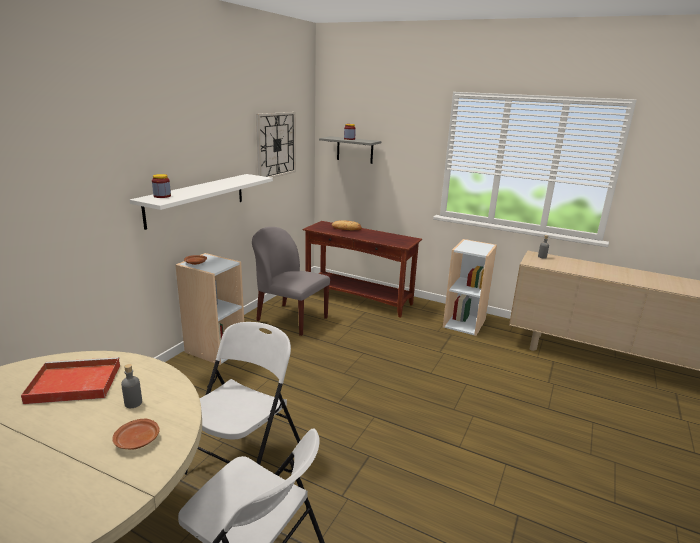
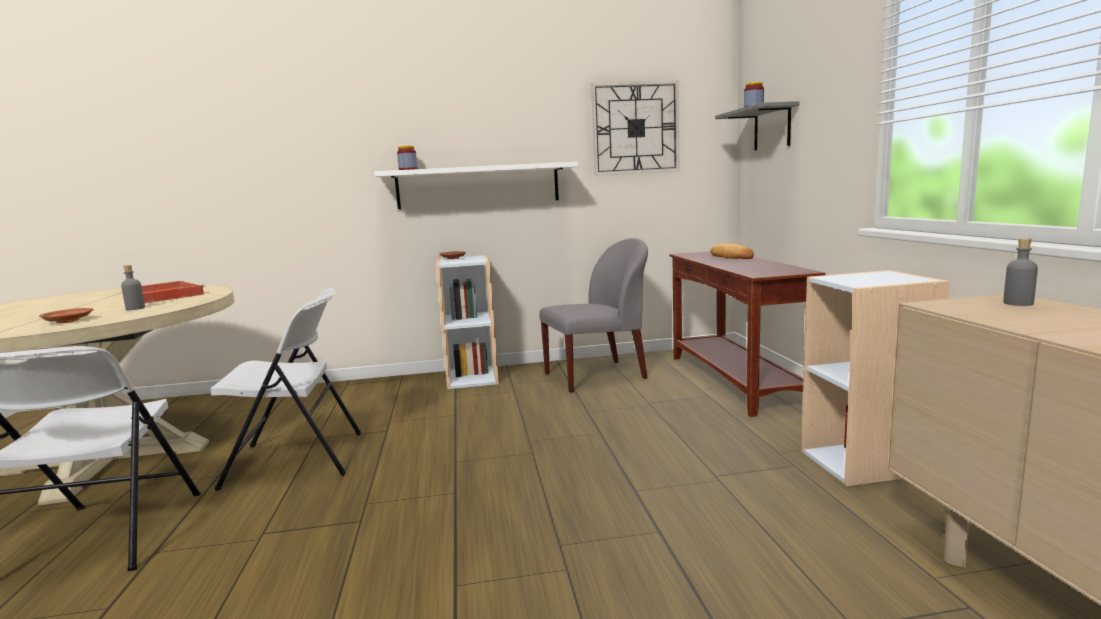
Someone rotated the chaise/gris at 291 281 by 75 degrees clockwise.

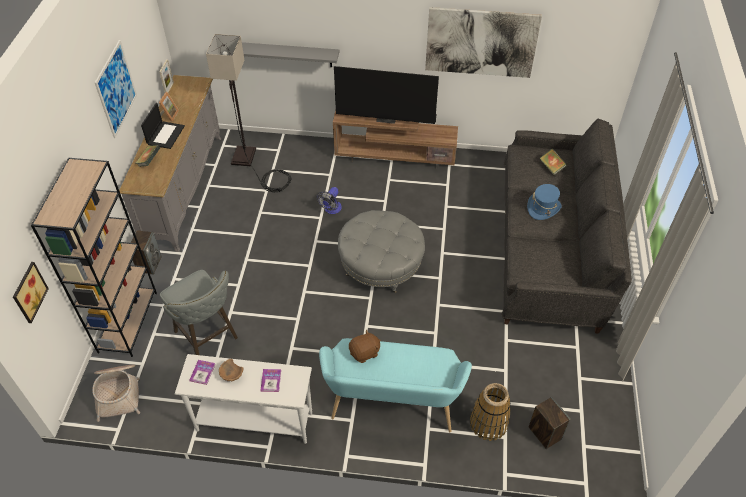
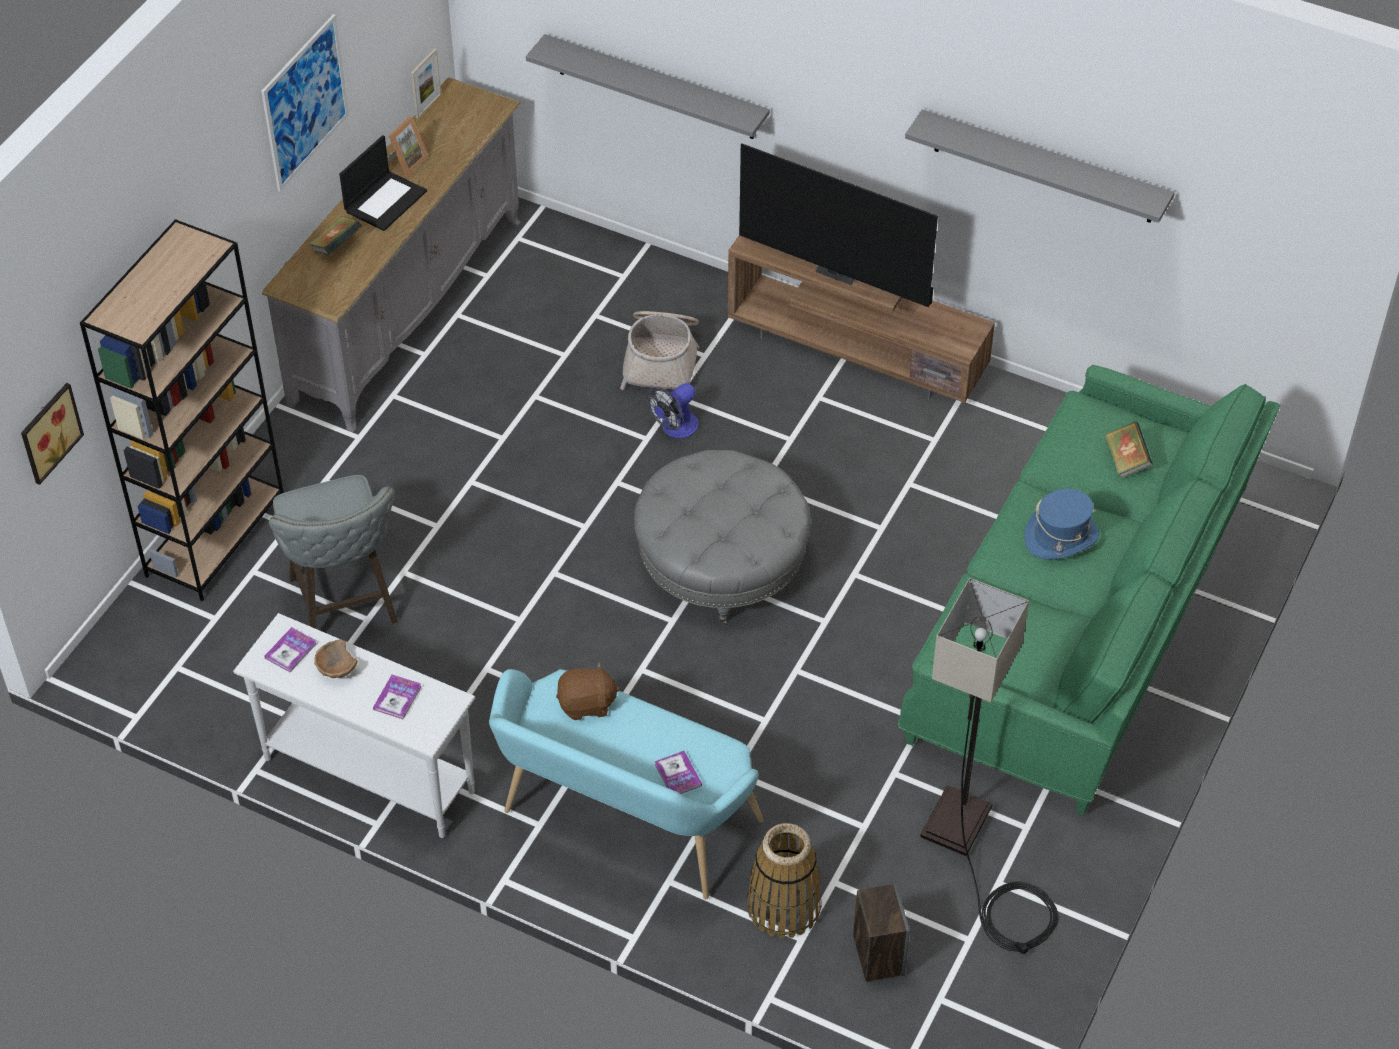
Someone swapped the tableau at 483 42 for the étagère/gris at 1040 166.
Someone carried the lampadaire from 249 113 to 989 766.
Someone repainted the canapé/gris at 567 226, which became the canapé/vert at 1089 590.
Someone took away the enceinte at 146 252.
Someone carried the panier from 116 393 to 659 350.
Someone put down the livre at 678 772.

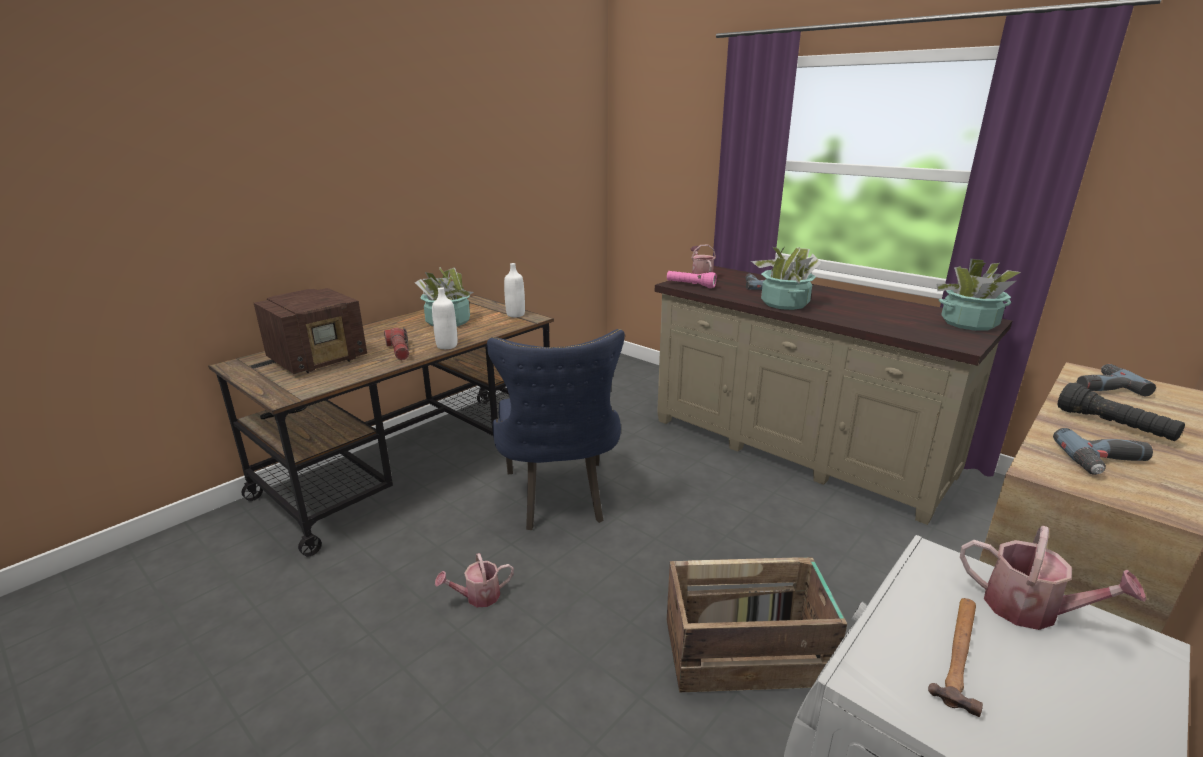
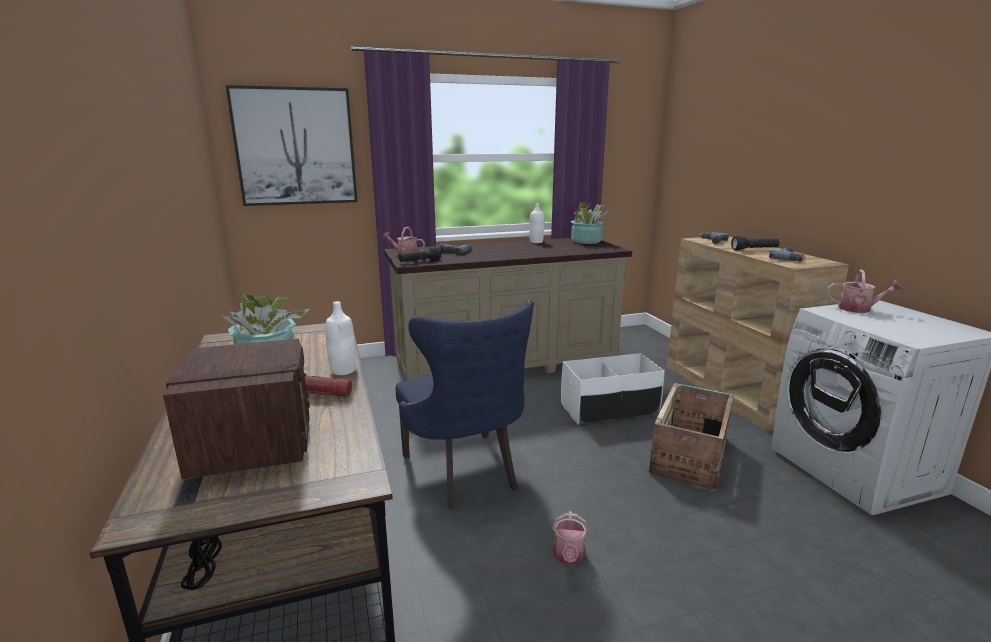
Someone took away the plante en pot at 786 278.
Someone carried the bouteille/blanc from 514 290 to 536 223.
Someone repainted the lampe de poche/rose at 692 279, which became the lampe de poche/noir at 420 254.
Someone rotated the chaise/bleu at 556 429 by 45 degrees clockwise.
Someone rotated the arrosoir at 1053 578 by 45 degrees clockwise.
Someone took away the marteau at 955 657.
Someone put up the tableau at 291 145.
Someone put down the boîte de rangement/blanc at 613 389.

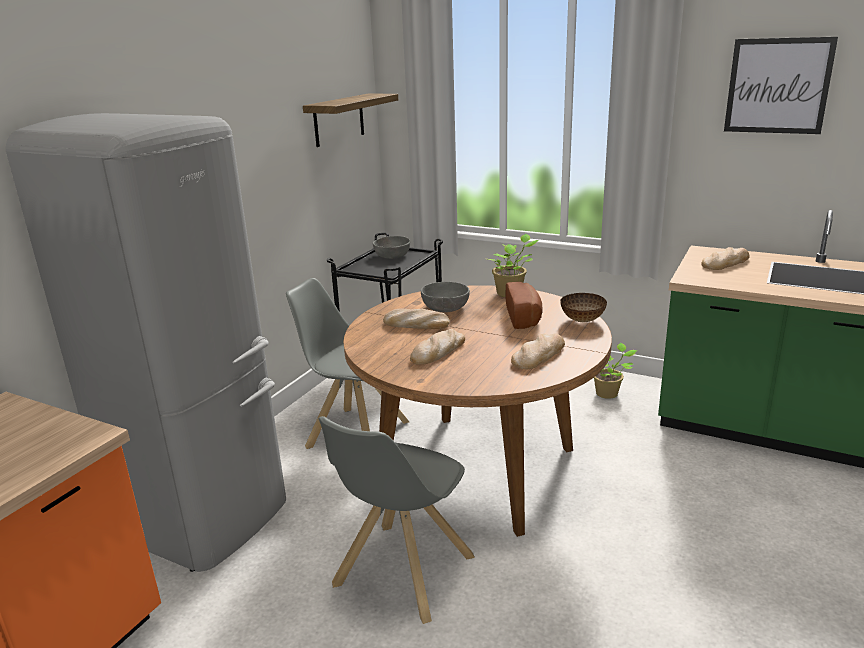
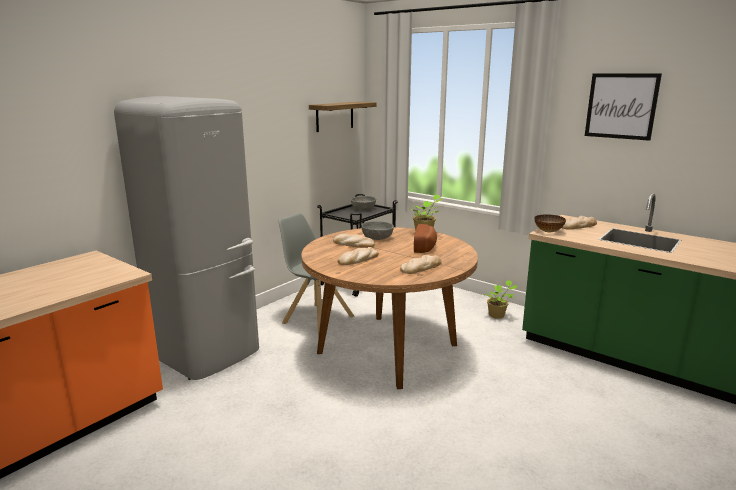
Someone carried the bol from 583 307 to 550 223.
Someone took away the chaise/gris at 397 520.

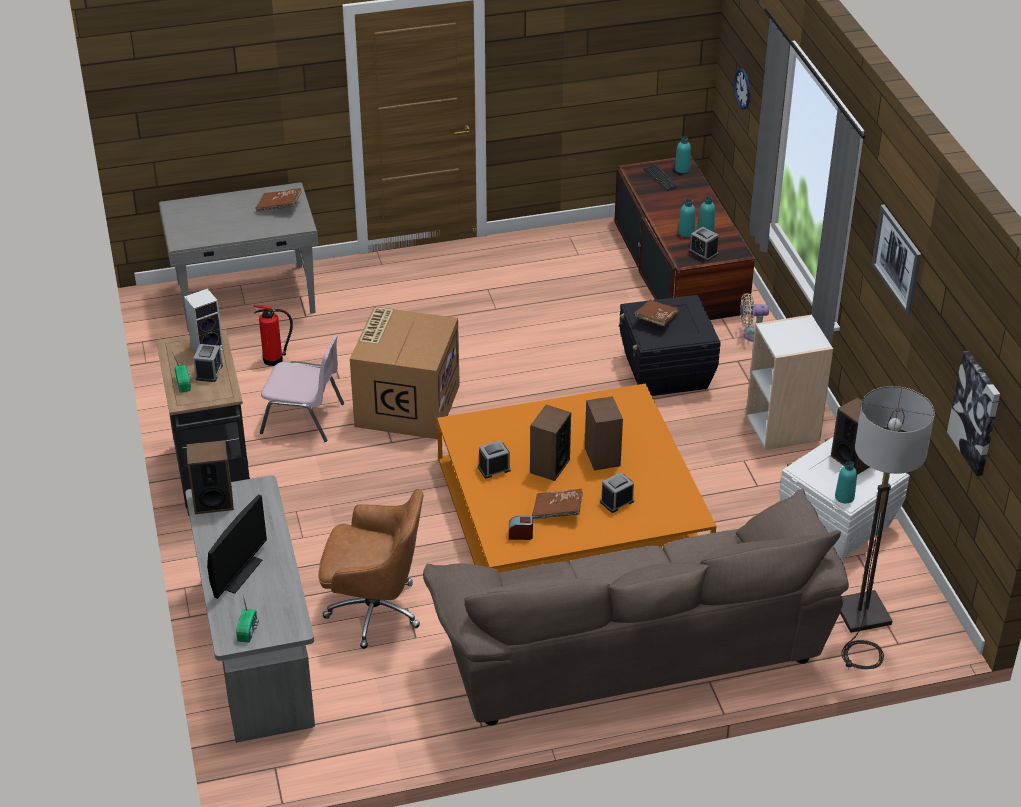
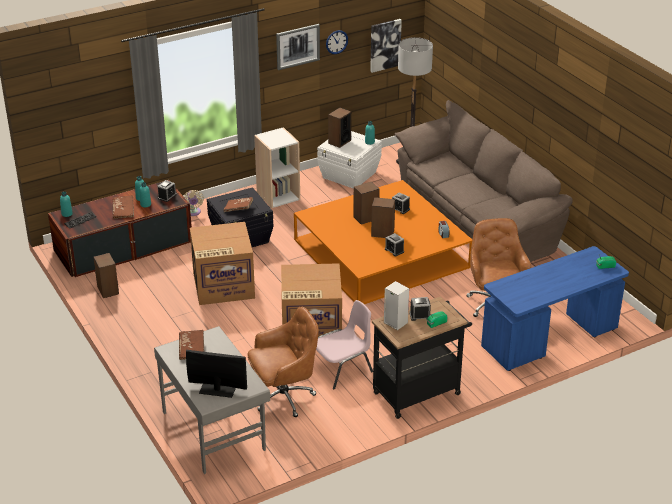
Someone carried the horloge murale from 742 89 to 337 42.
Someone swapped the extincteur at 273 335 for the chaise de bureau/marron at 283 361.
Someone rotated the chaise/rose at 302 388 by 60 degrees clockwise.
Someone carried the enceinte from 210 477 to 106 275.
Someone repainted the bureau/gris at 250 609, which became the bureau/bleu at 555 308.
Someone carried the livre/marron from 557 504 to 123 207.
Someone carried the écran d'ordinateur from 237 547 to 216 374.
Someone put down the carton at 222 263.

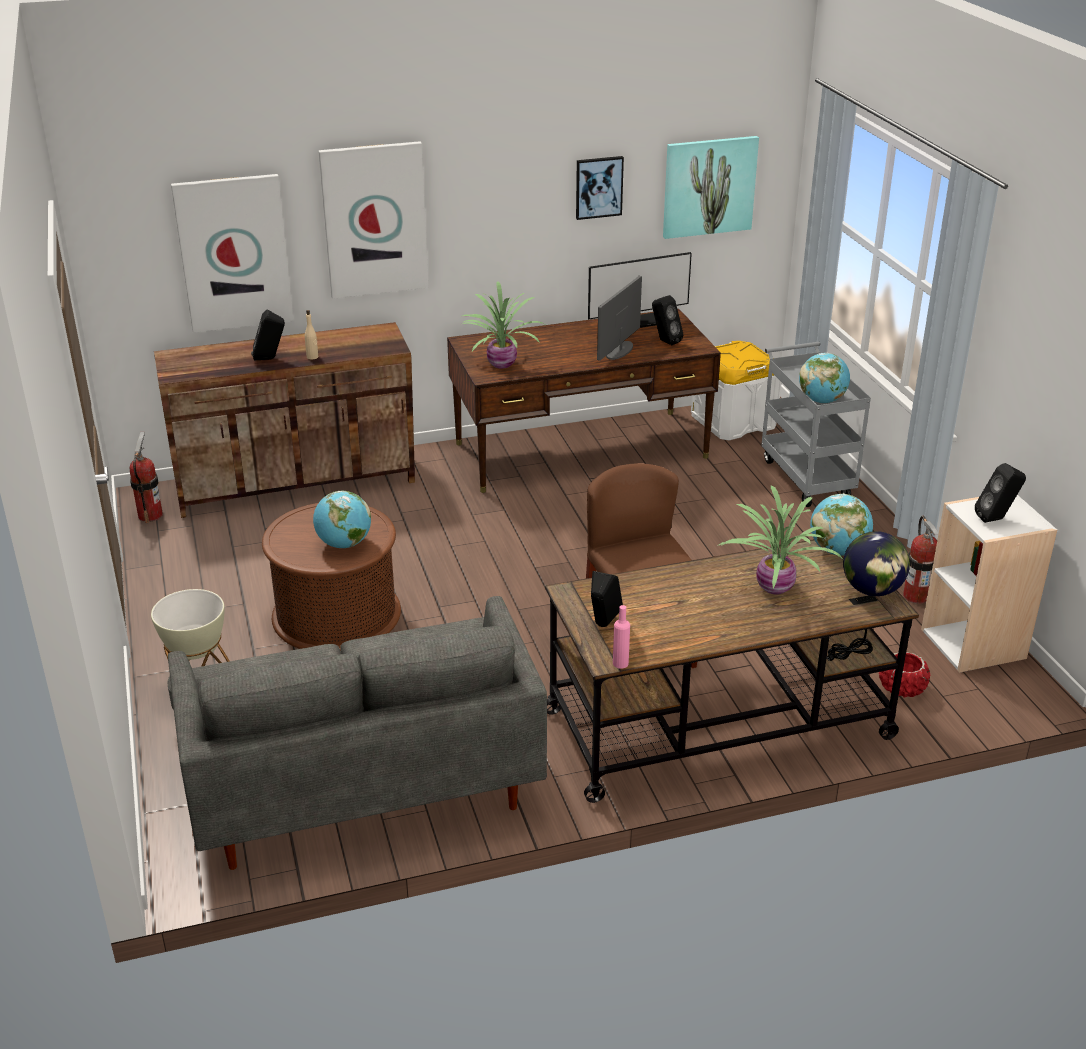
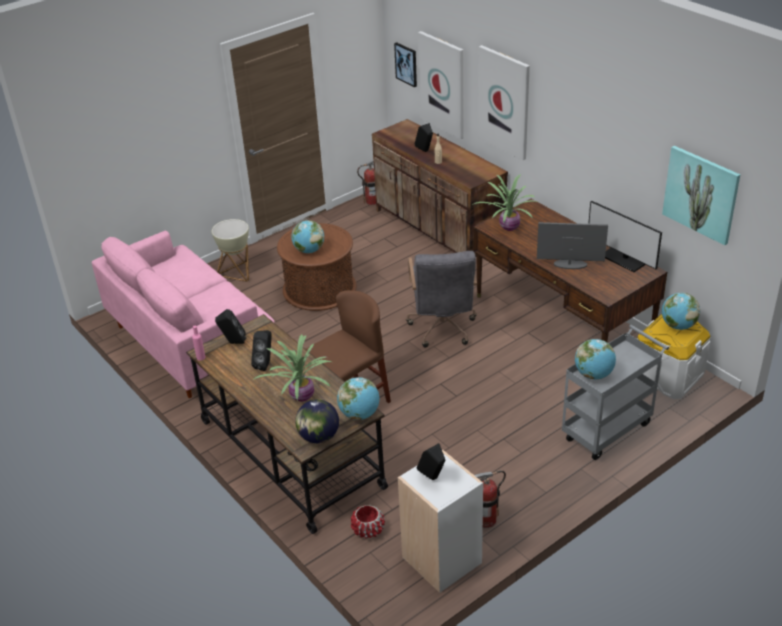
Someone carried the tableau from 600 188 to 405 64.
Someone carried the enceinte/noir from 667 320 to 261 350.
Someone repainted the canapé/gris at 357 733, which became the canapé/rose at 183 314.
Someone put down the chaise de bureau/gris at 441 299.
Someone put down the globe at 681 311.

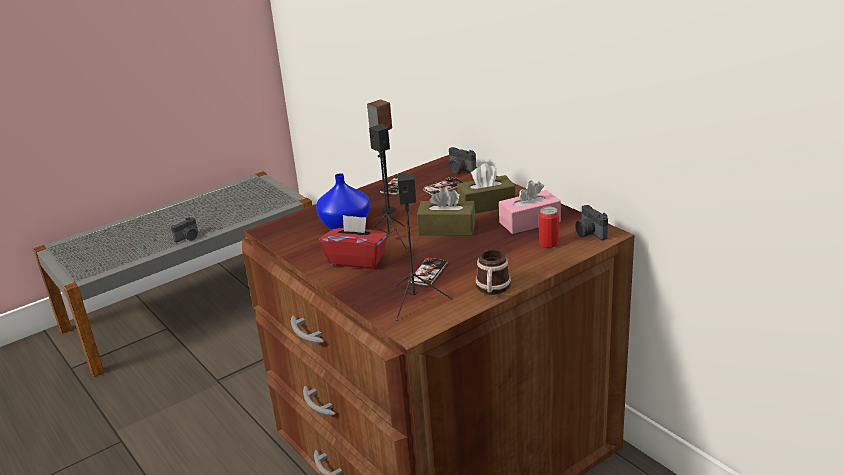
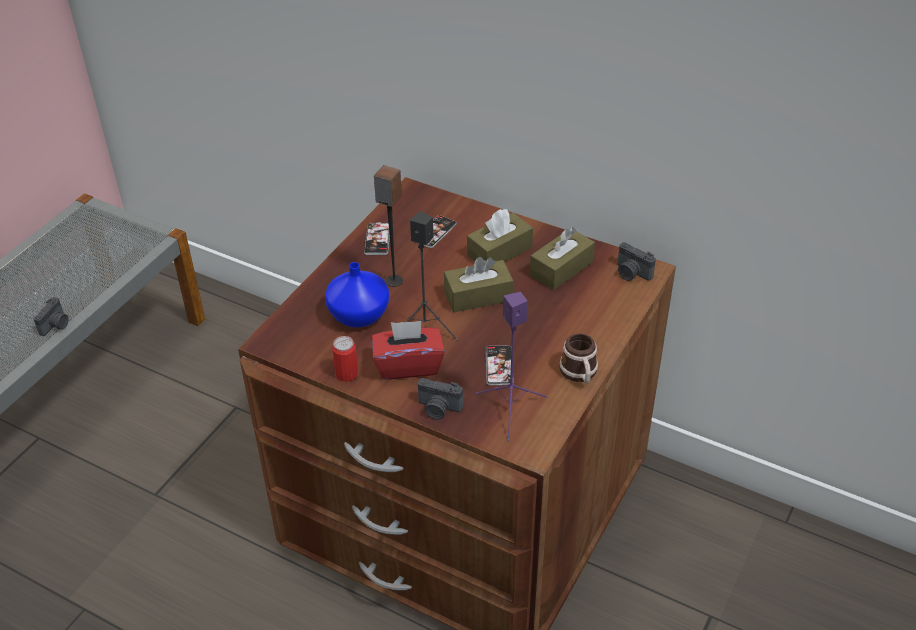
Someone carried the appareil photo from 462 160 to 440 399.
Someone repainted the enceinte/noir at 423 247, which became the enceinte/violet at 511 367.
Someone repainted the boîte à mouchoirs/rose at 530 207, which became the boîte à mouchoirs/marron at 562 258.
Someone carried the boîte métallique from 549 227 to 345 358.

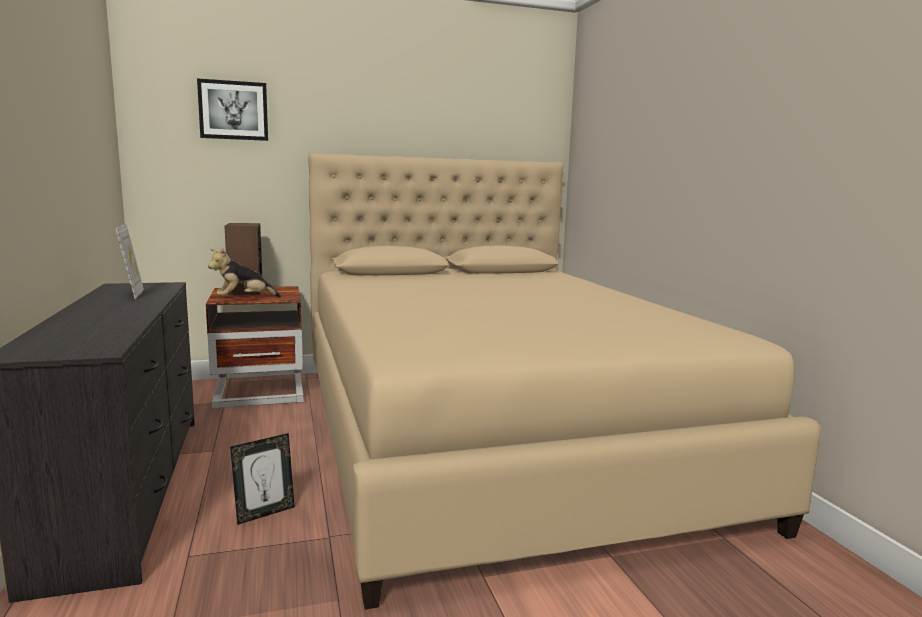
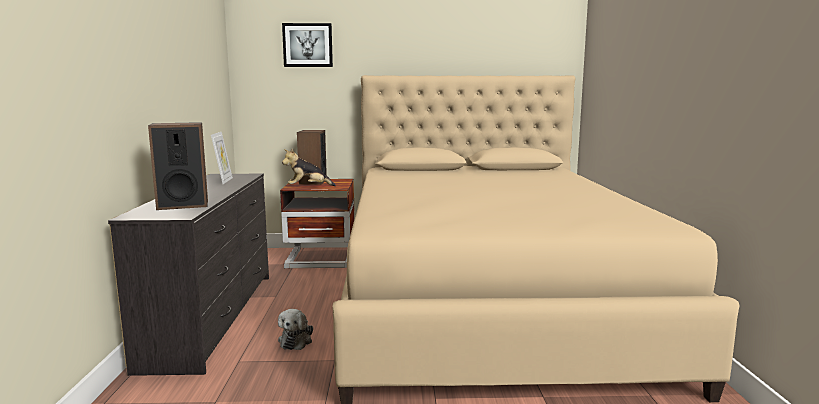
Someone swapped the cadre photo at 262 479 for the peluche at 295 329.
Someone put down the enceinte at 178 166.

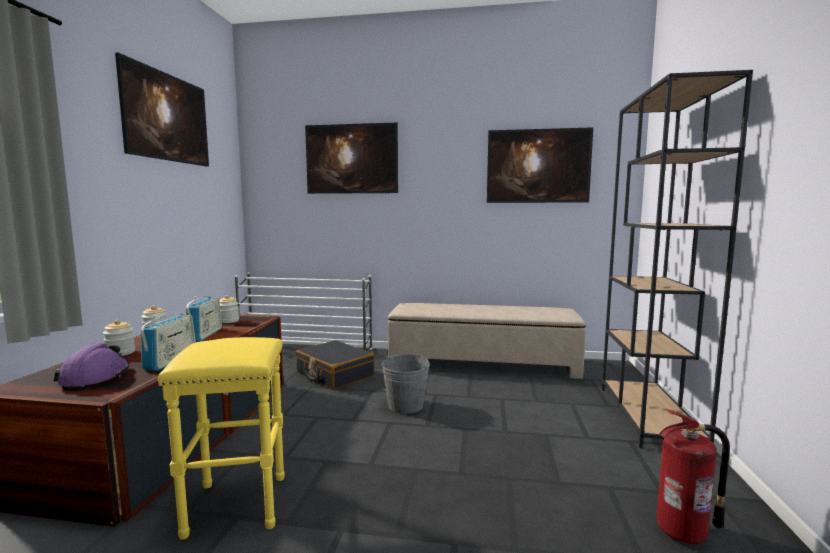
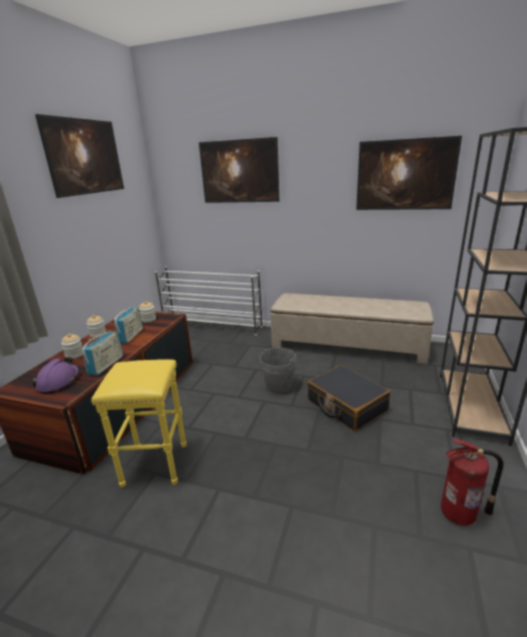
Someone carried the valise/noir from 335 365 to 348 398.

